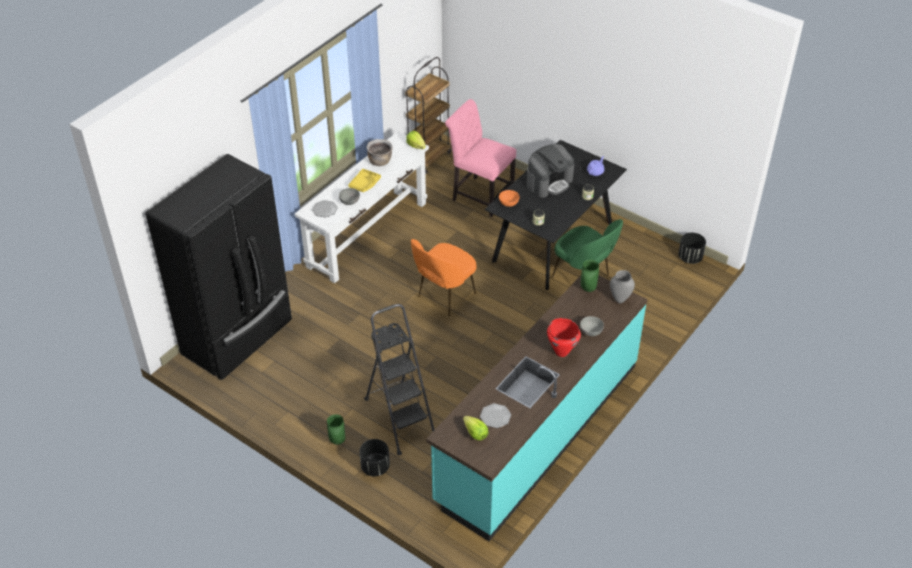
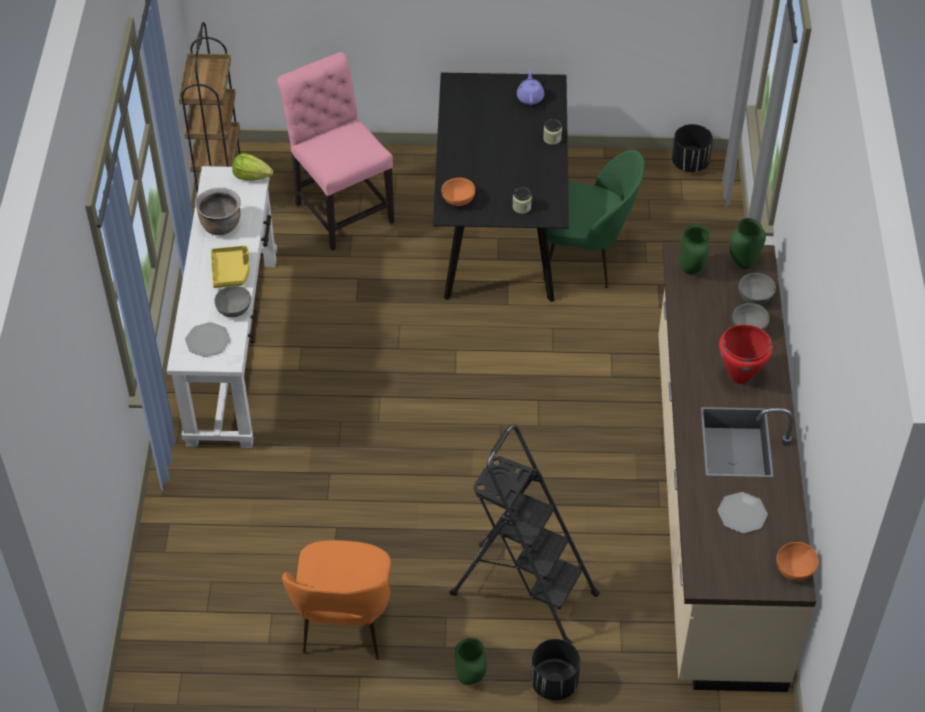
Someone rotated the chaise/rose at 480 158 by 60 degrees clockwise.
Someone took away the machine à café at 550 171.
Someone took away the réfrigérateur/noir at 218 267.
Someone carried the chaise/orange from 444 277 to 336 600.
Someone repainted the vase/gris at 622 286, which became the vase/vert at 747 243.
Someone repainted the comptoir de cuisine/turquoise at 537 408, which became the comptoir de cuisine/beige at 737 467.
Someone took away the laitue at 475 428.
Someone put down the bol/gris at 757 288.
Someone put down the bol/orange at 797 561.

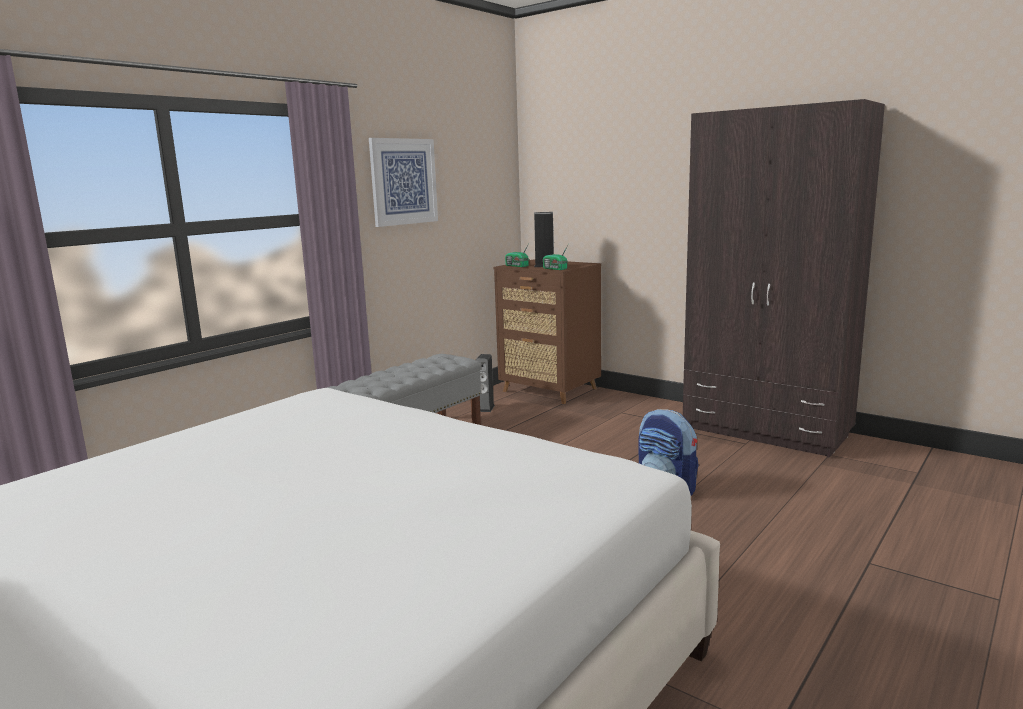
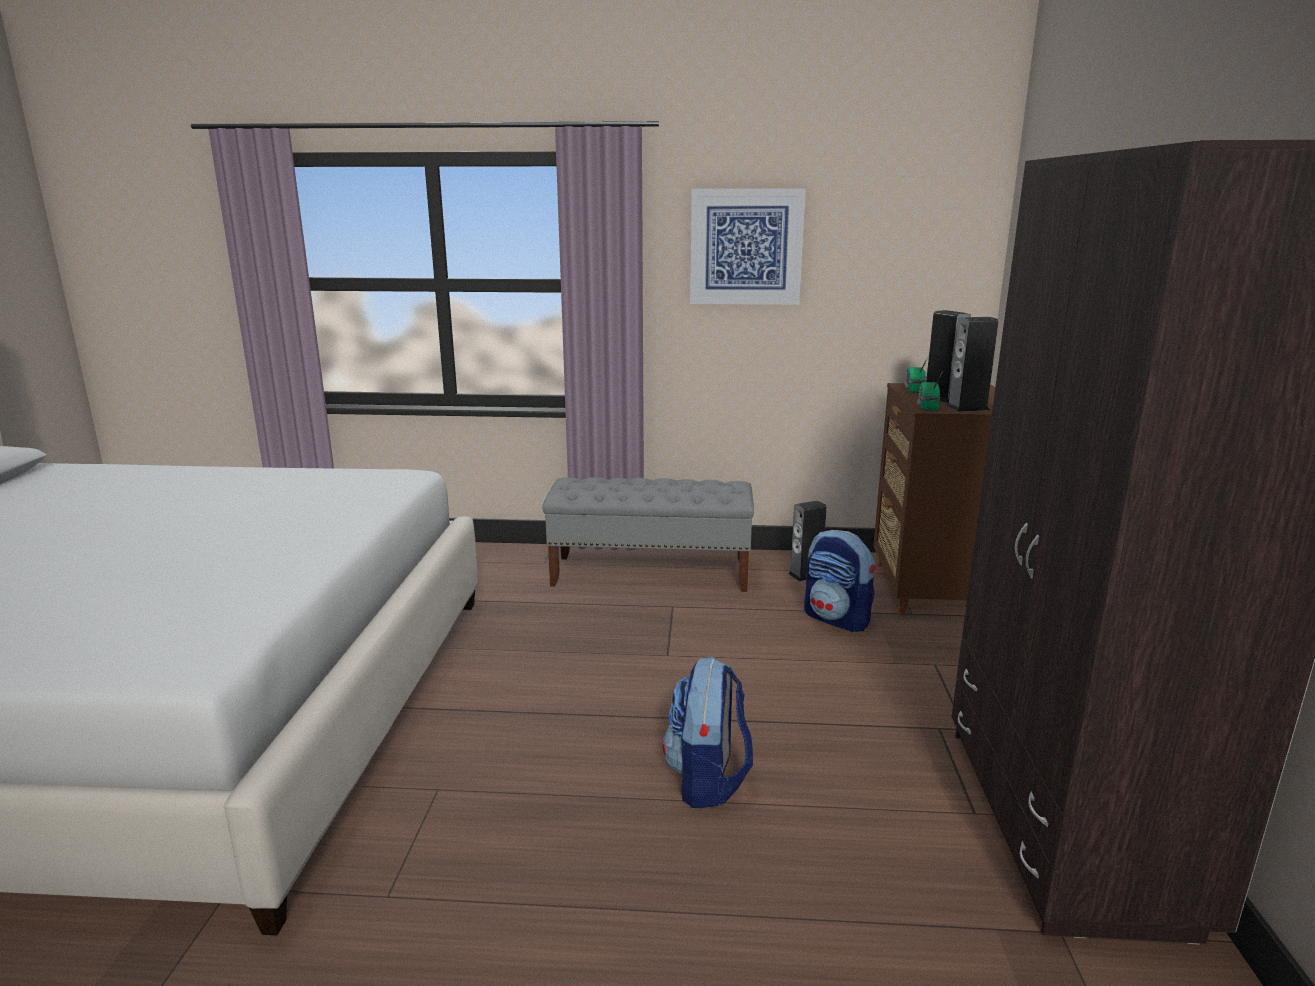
Someone put down the enceinte at 972 364.
Someone put down the sac à dos at 840 581.

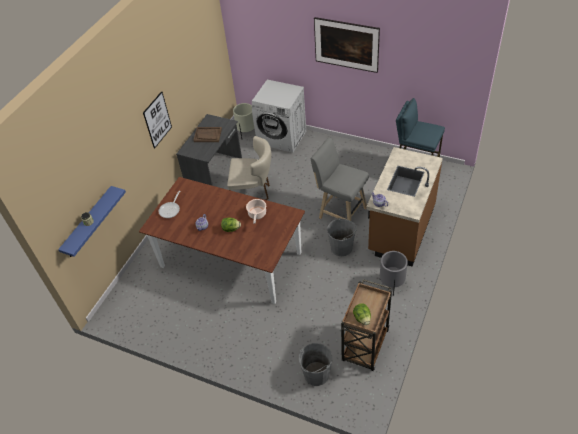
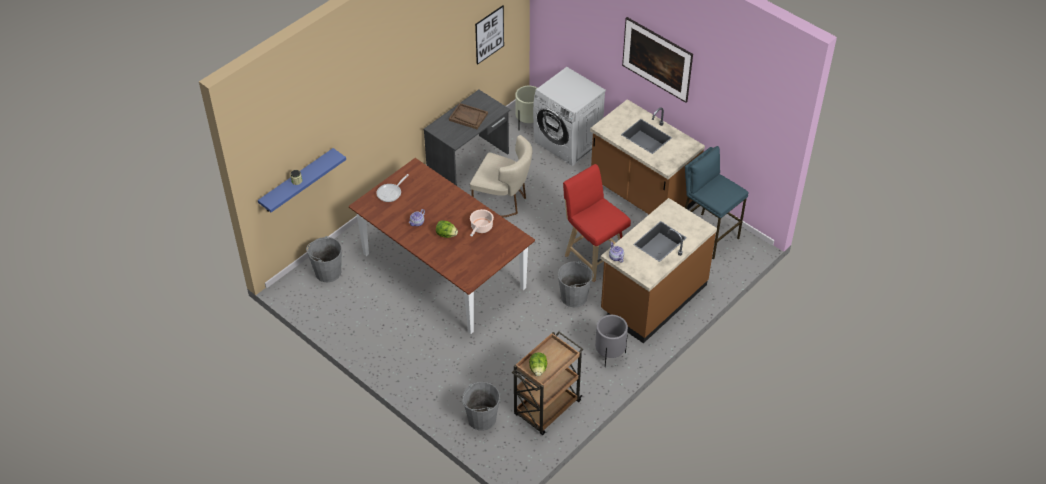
Someone carried the tableau from 157 120 to 489 35.
Someone repainted the tabouret/gris at 340 179, which became the tabouret/rouge at 597 223.
Someone put down the comptoir de cuisine/marron at 647 156.
Someone put down the seau/gris at 324 259.

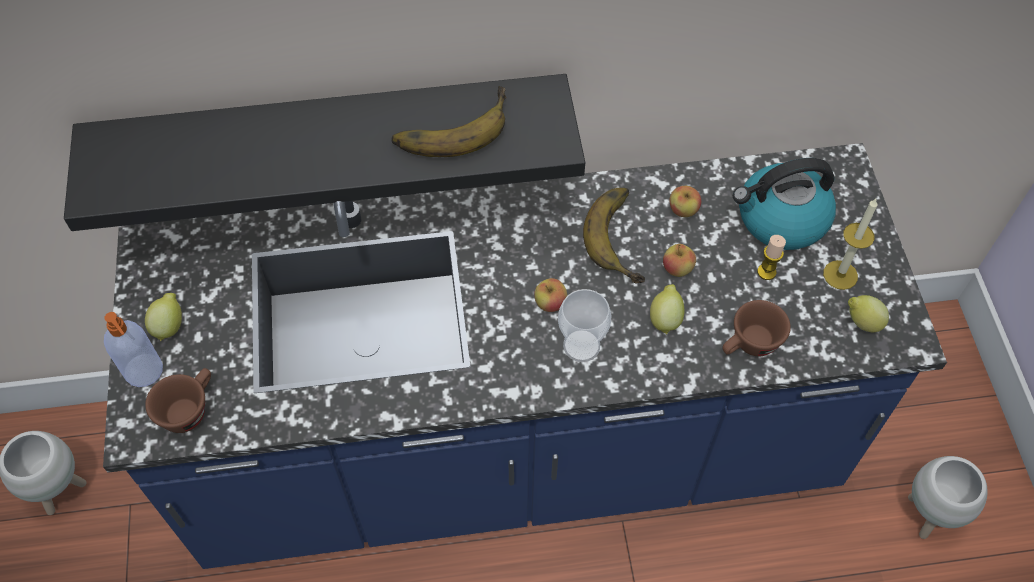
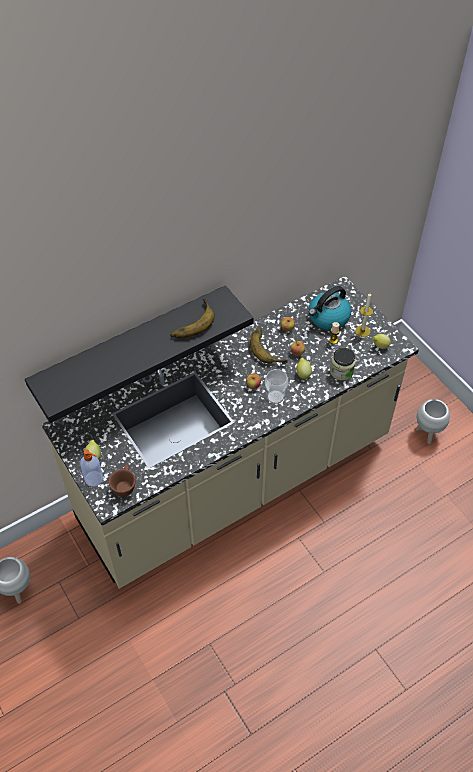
Someone repainted the comptoir de cuisine/bleu at 525 356, which became the comptoir de cuisine/beige at 230 432.
Someone swapped the tasse/marron at 756 328 for the bocal at 343 364.

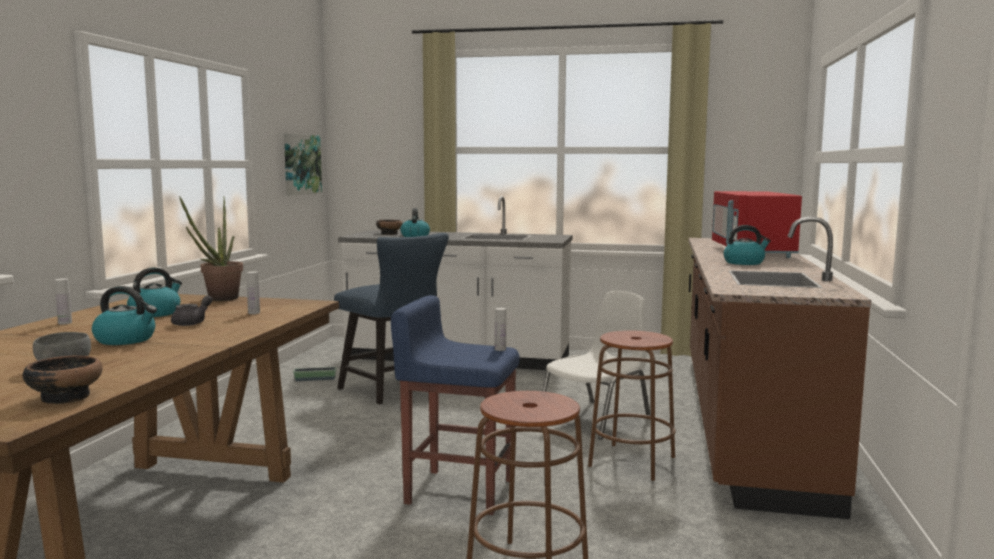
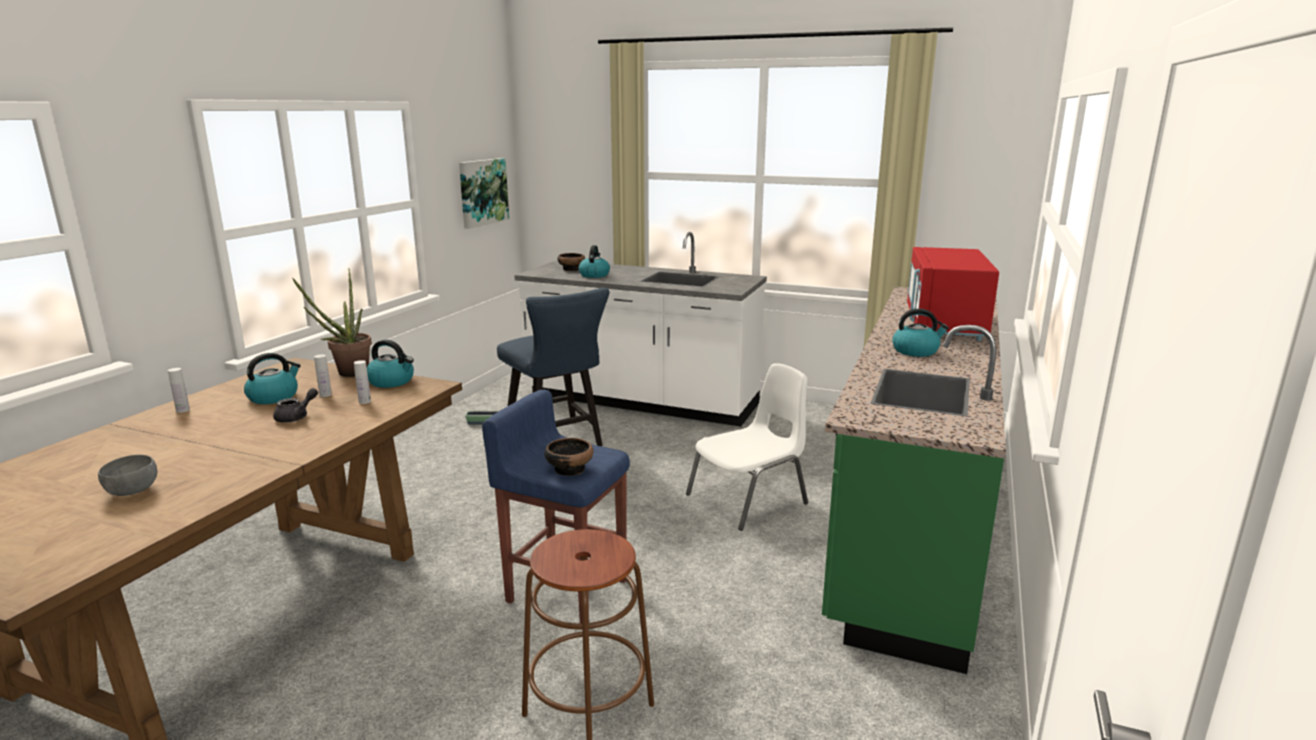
Someone repainted the comptoir de cuisine/marron at 780 368, which became the comptoir de cuisine/vert at 914 480.
Someone carried the bouilloire from 124 315 to 390 364.
Someone carried the bouteille/blanc from 500 329 to 323 376.
Someone took away the tabouret/marron at 632 405.
Someone carried the bol from 63 380 to 569 457.

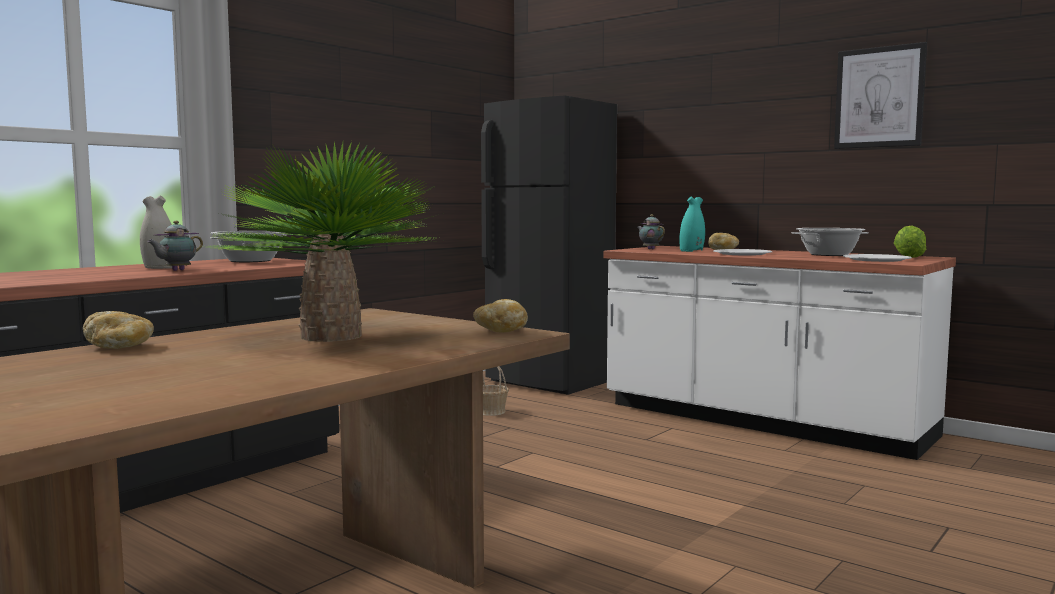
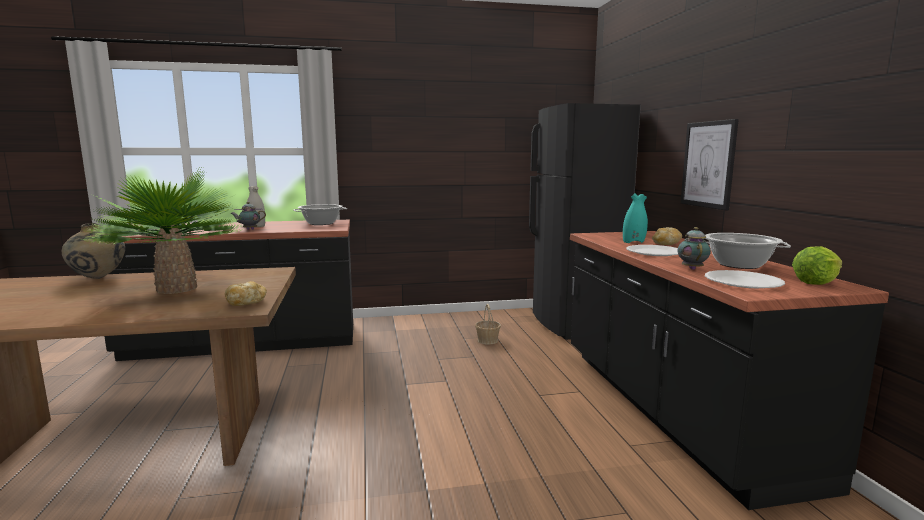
Someone carried the tableau from 880 95 to 710 164.
Someone carried the théière from 651 232 to 694 248.
Someone repainted the comptoir de cuisine/blanc at 780 353, which became the comptoir de cuisine/noir at 729 370.
Someone swapped the pain at 118 330 for the vase/beige at 93 251.

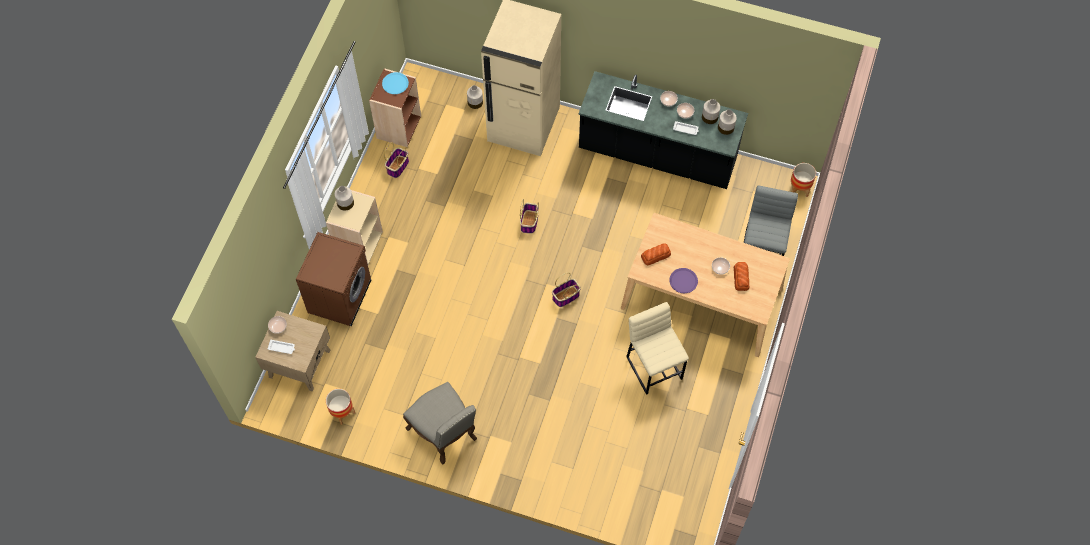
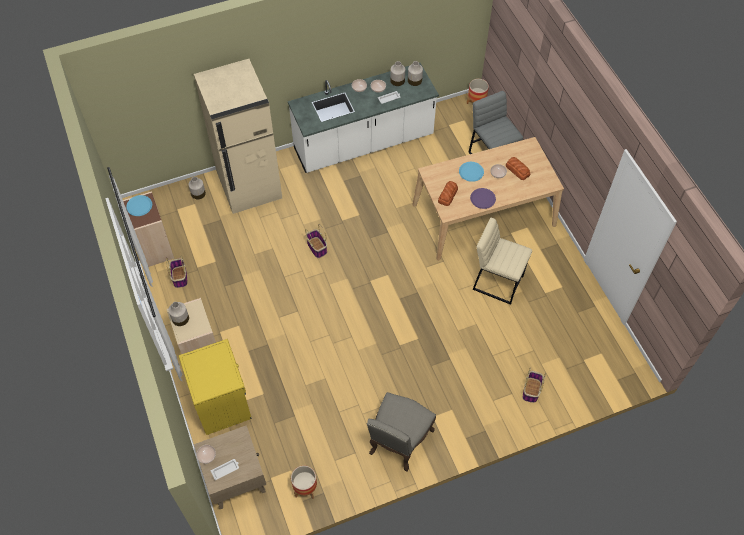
Someone repainted the comptoir de cuisine/noir at 663 130, which became the comptoir de cuisine/blanc at 363 118.
Someone repainted the lave-linge/marron at 333 279, which became the lave-linge/jaune at 215 387.
Someone carried the panier from 566 289 to 534 385.
Someone rotated the chaise/gris at 440 423 by 105 degrees clockwise.
Someone put down the assiette/bleu at 471 172.

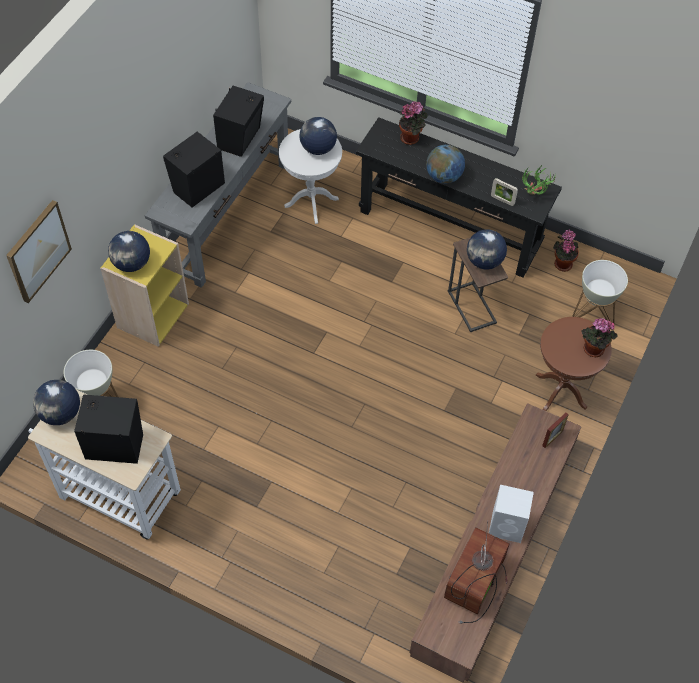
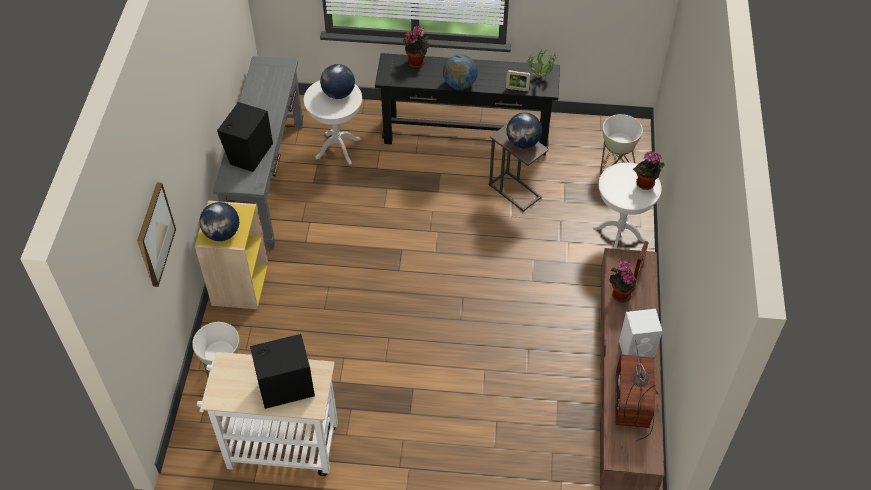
Someone took away the enceinte/noir at 238 121.
Someone carried the plante en pot from 566 250 to 623 281.
Someone repainted the table d'appoint/marron at 574 364, which became the table d'appoint/blanc at 627 205.
Someone took away the globe at 56 402.

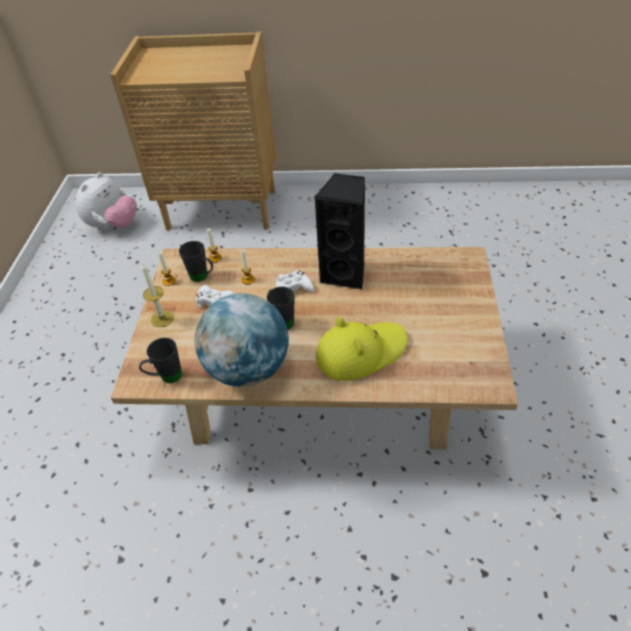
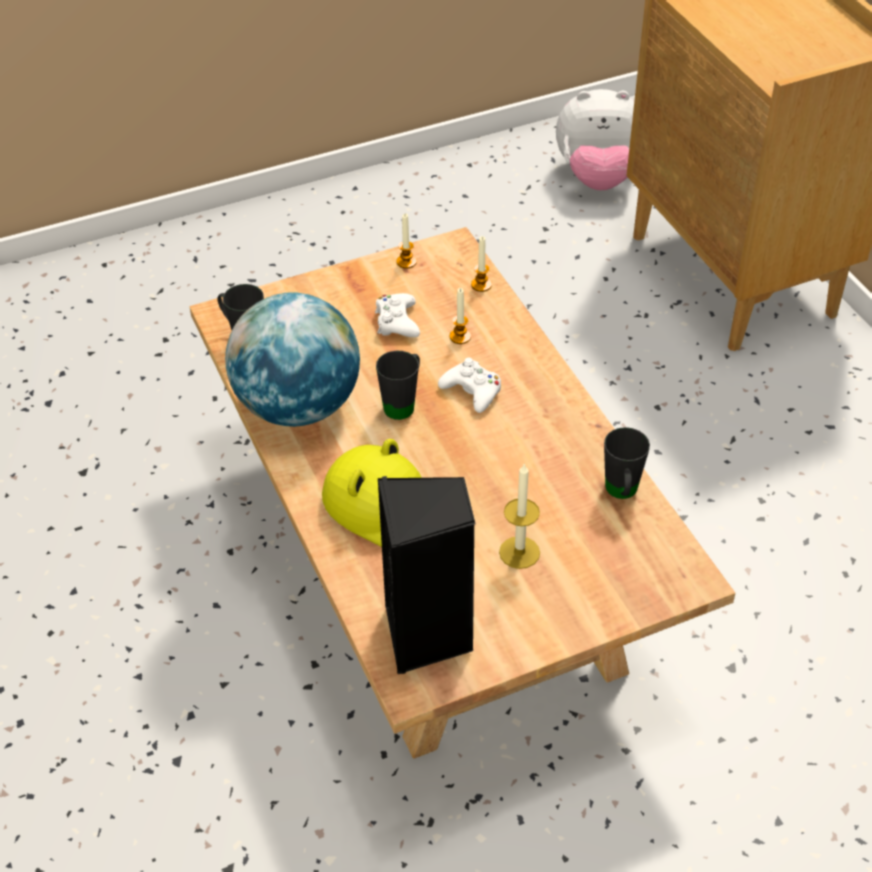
Someone carried the enceinte/noir from 339 231 to 427 575.
Someone carried the mug/noir from 196 261 to 627 463.
Someone carried the bougie from 157 295 to 519 516.

